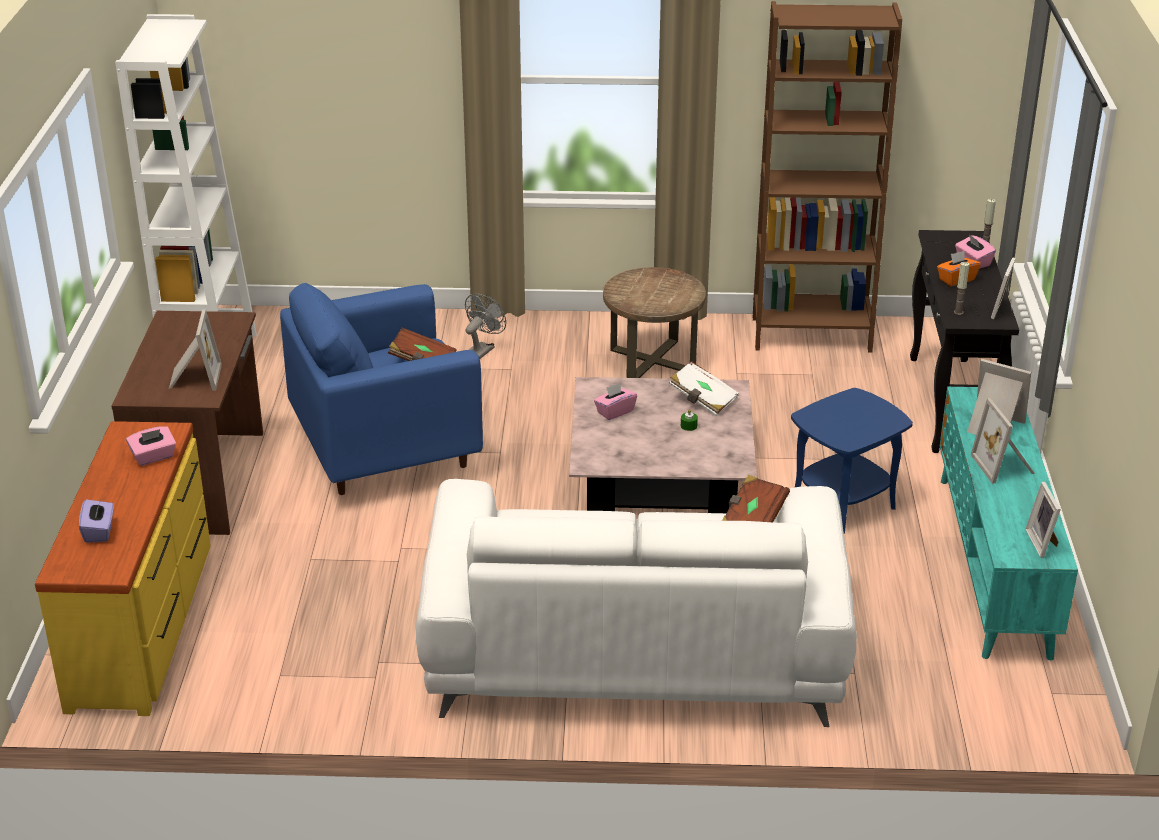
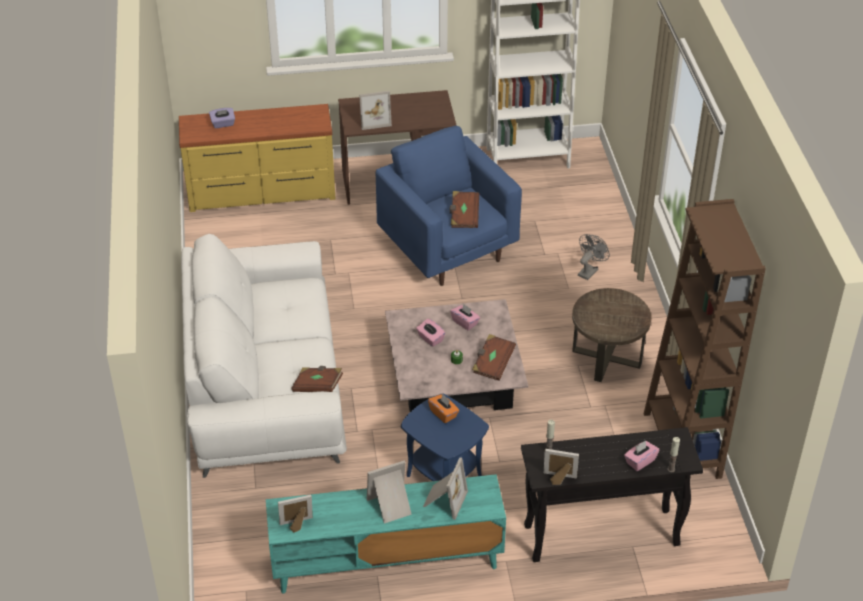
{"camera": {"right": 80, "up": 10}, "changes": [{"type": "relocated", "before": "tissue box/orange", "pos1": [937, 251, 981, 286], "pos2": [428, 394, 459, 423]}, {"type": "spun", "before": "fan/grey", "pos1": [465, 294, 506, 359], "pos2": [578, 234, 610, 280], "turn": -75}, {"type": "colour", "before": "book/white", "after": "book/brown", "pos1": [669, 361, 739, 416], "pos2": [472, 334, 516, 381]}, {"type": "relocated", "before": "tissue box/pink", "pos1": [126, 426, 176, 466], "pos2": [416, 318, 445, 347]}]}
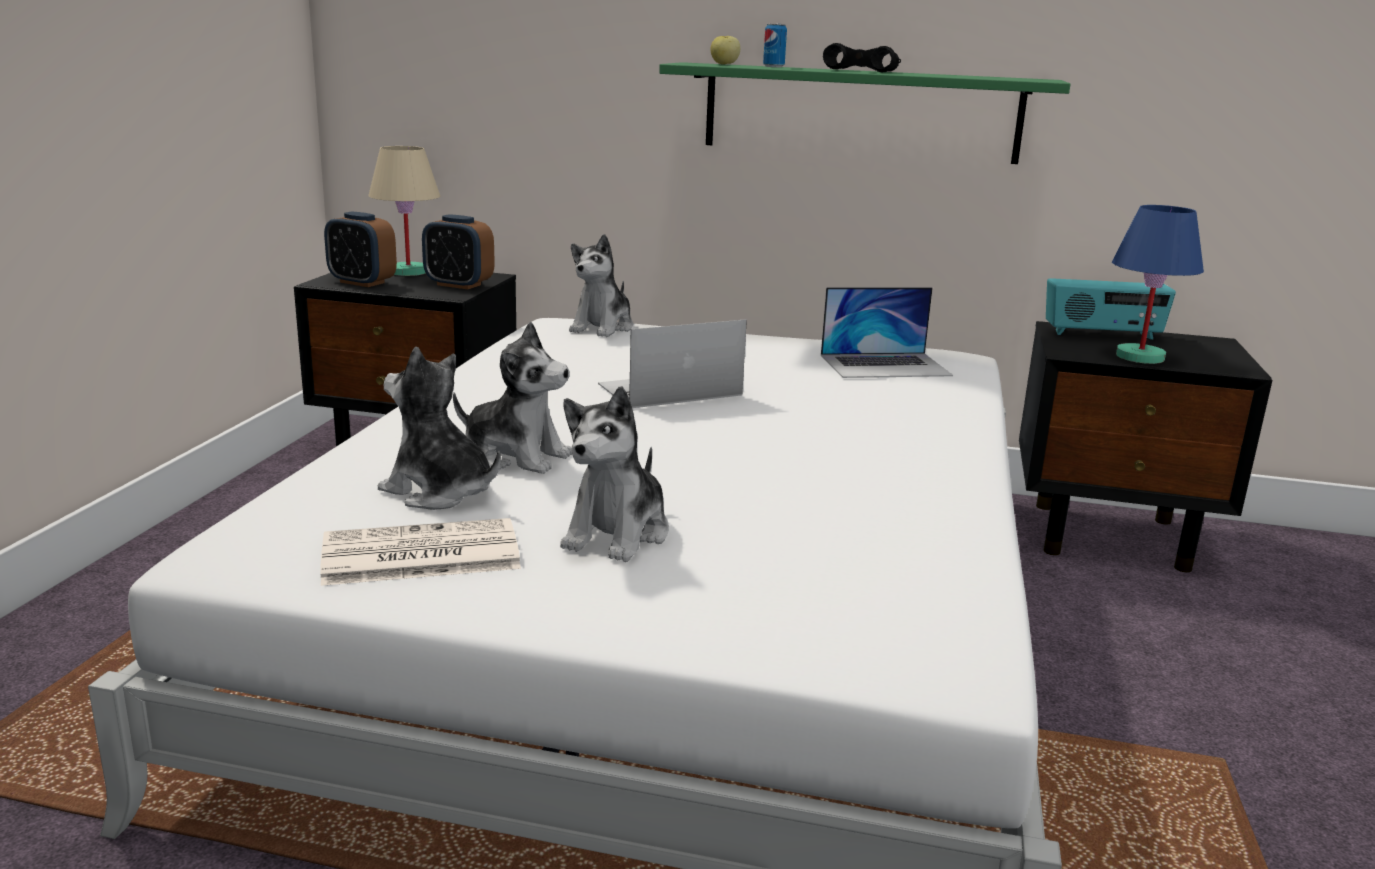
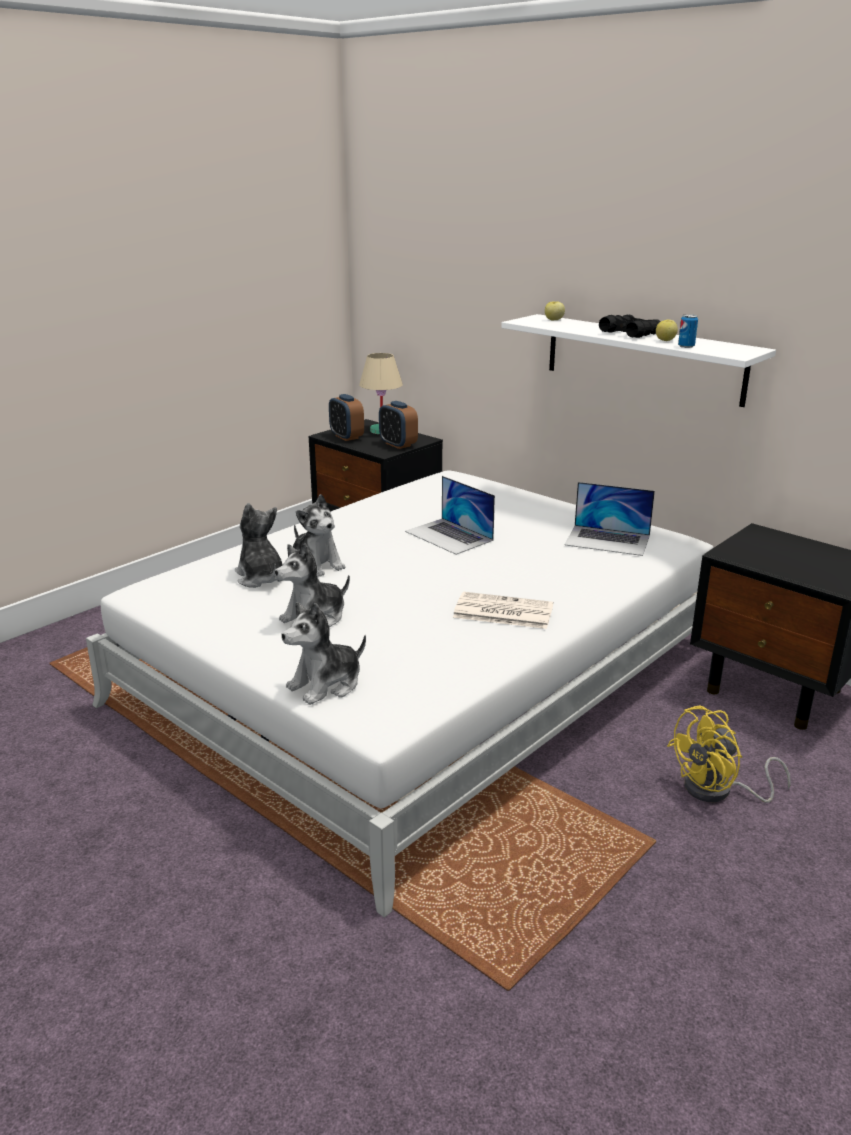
{"camera": {"right": 30, "up": 5}, "changes": [{"type": "relocated", "before": "can", "pos1": [763, 23, 787, 67], "pos2": [678, 314, 698, 348]}, {"type": "colour", "before": "shelf/green", "after": "shelf/white", "pos1": [659, 62, 1071, 164], "pos2": [501, 314, 776, 407]}, {"type": "missing", "before": "table lamp/blue", "pos1": [1112, 205, 1204, 364]}, {"type": "relocated", "before": "plush toy", "pos1": [569, 234, 633, 337], "pos2": [281, 602, 366, 705]}, {"type": "missing", "before": "radio", "pos1": [1046, 278, 1176, 340]}, {"type": "spun", "before": "laptop", "pos1": [598, 319, 747, 408], "pos2": [405, 476, 495, 555], "turn": -135}, {"type": "relocated", "before": "newspaper", "pos1": [320, 518, 521, 586], "pos2": [453, 592, 553, 629]}, {"type": "appeared", "after": "apple", "pos2": [656, 320, 678, 341]}, {"type": "appeared", "after": "fan/yellow", "pos2": [667, 705, 791, 803]}]}
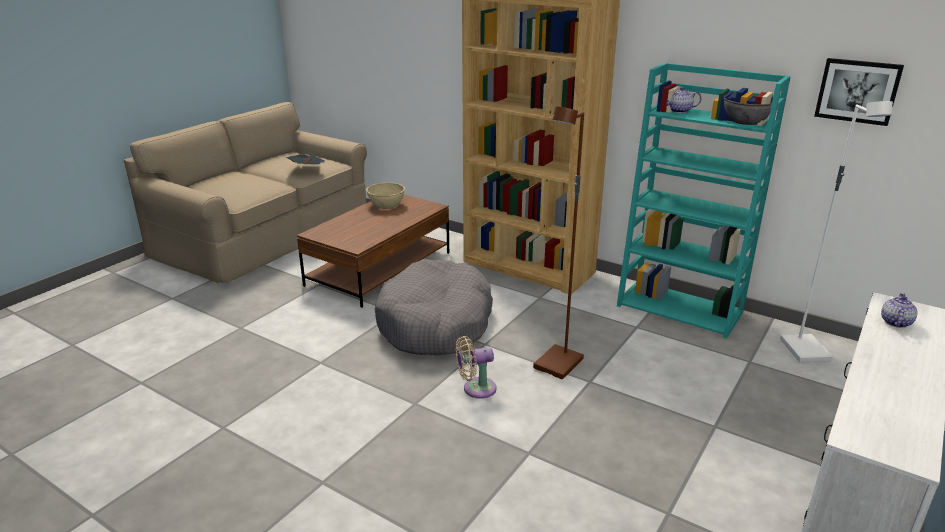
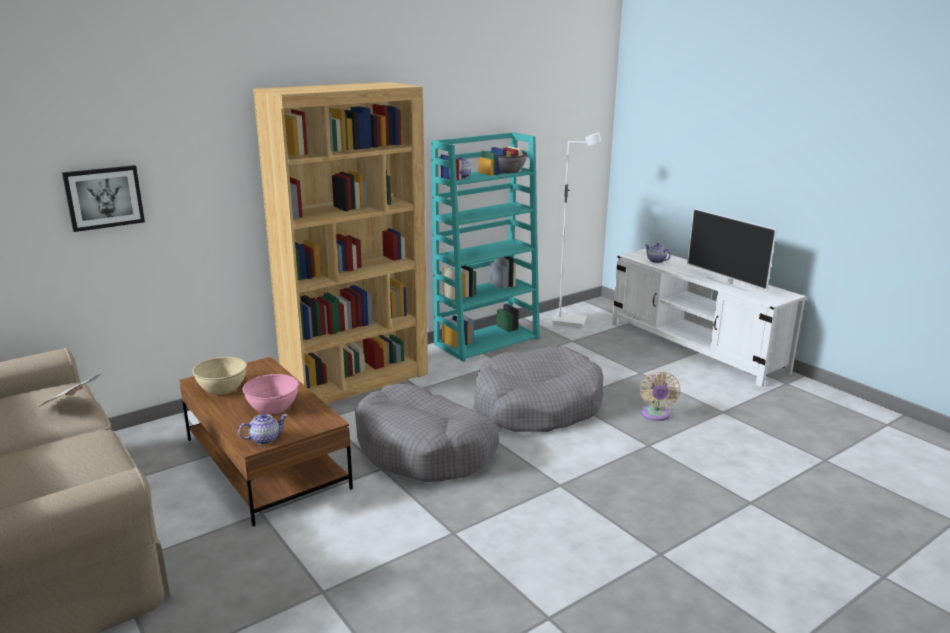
{"camera": {"right": -70, "up": -5}, "changes": [{"type": "relocated", "before": "picture", "pos1": [814, 58, 904, 126], "pos2": [62, 165, 145, 232]}, {"type": "exchanged", "before": "floor lamp/brown", "after": "dog bed/grey", "pos1": [533, 106, 584, 379], "pos2": [474, 346, 604, 432]}, {"type": "relocated", "before": "fan/beige", "pos1": [456, 336, 497, 399], "pos2": [640, 371, 680, 421]}, {"type": "appeared", "after": "television", "pos2": [687, 208, 777, 291]}, {"type": "appeared", "after": "bowl/pink", "pos2": [243, 374, 299, 415]}, {"type": "appeared", "after": "teapot", "pos2": [238, 413, 288, 445]}]}
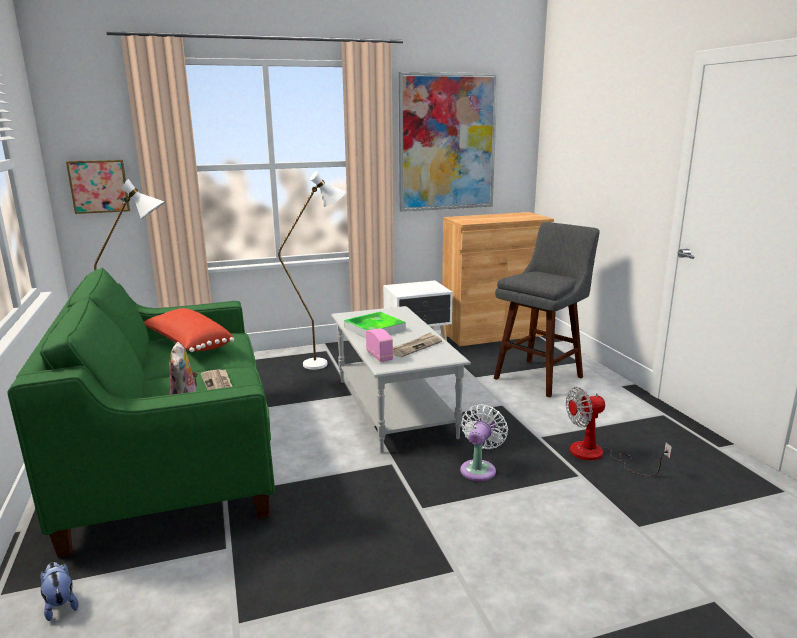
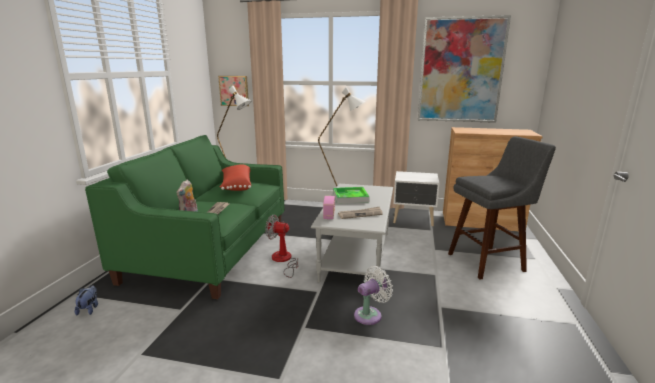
{"camera": {"right": 30, "up": 0}, "changes": [{"type": "relocated", "before": "fan", "pos1": [566, 387, 672, 476], "pos2": [265, 215, 299, 278]}]}
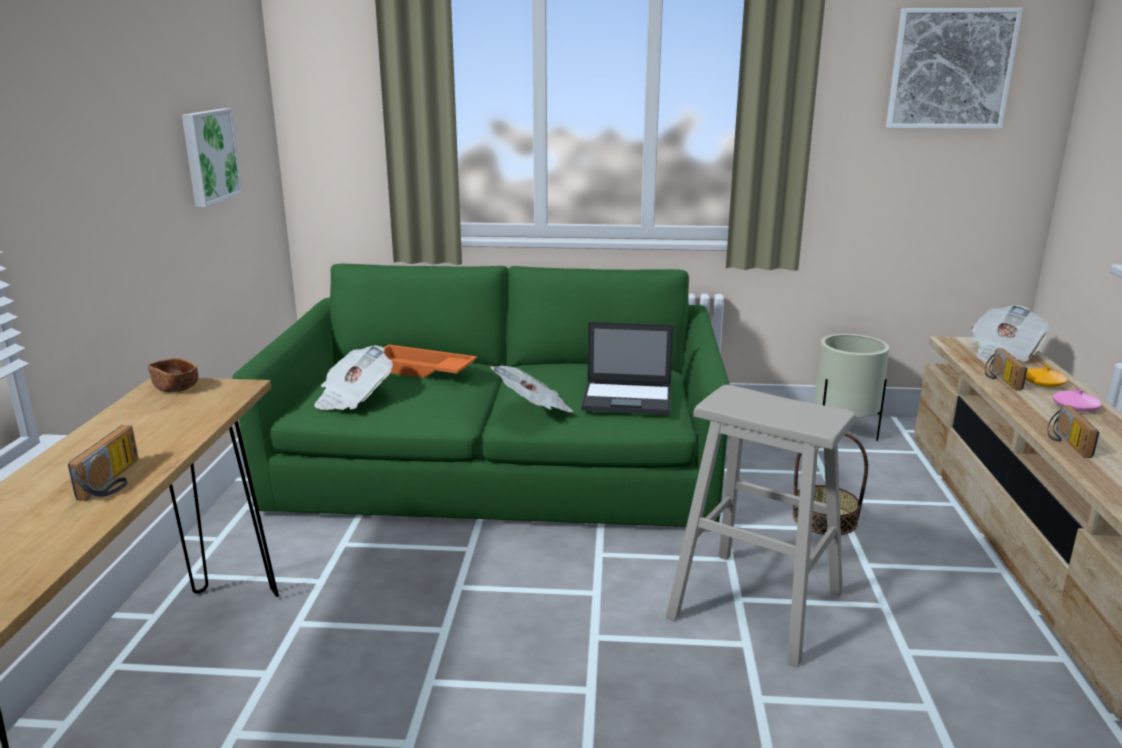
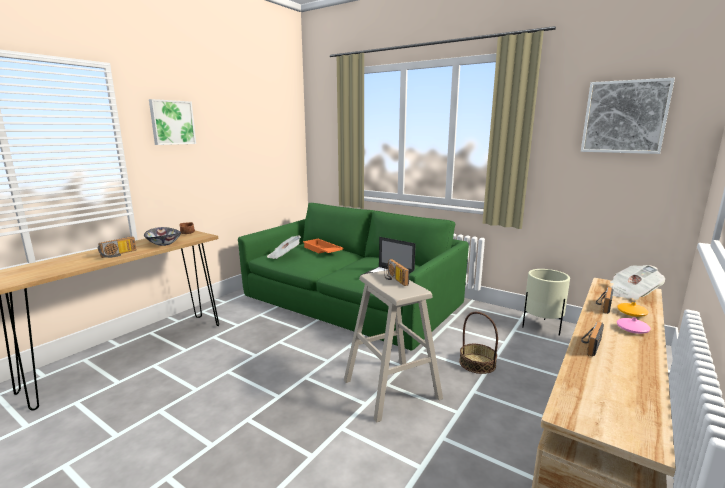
{"camera": {"right": 30, "up": -5}, "changes": [{"type": "relocated", "before": "picture", "pos1": [182, 109, 243, 207], "pos2": [149, 99, 196, 145]}, {"type": "missing", "before": "newspaper", "pos1": [490, 366, 574, 412]}, {"type": "appeared", "after": "bowl", "pos2": [144, 227, 181, 246]}, {"type": "appeared", "after": "radio", "pos2": [384, 259, 410, 286]}]}
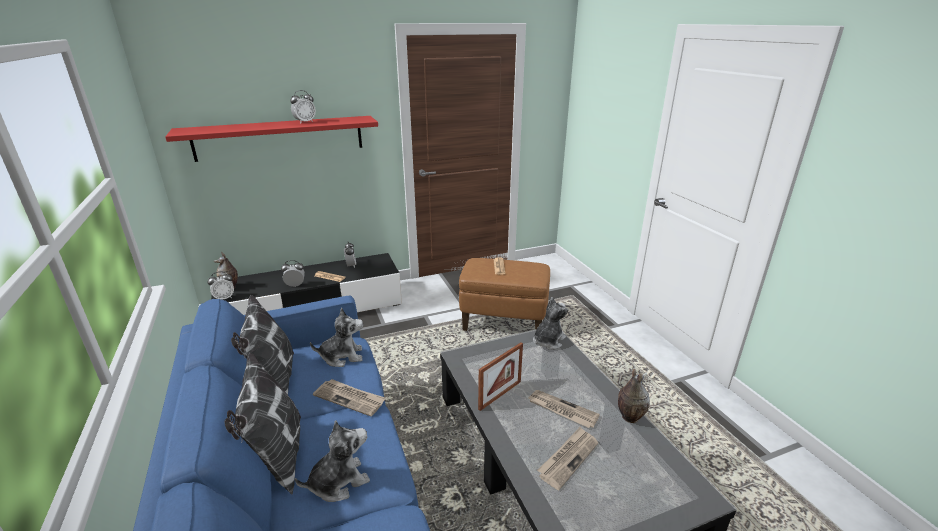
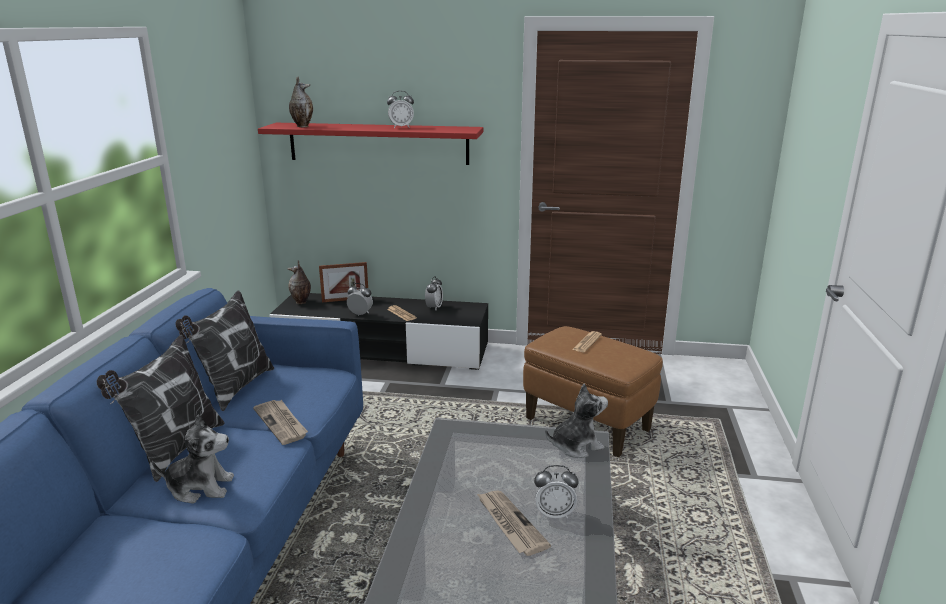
{"camera": {"right": 30, "up": -5}, "changes": [{"type": "relocated", "before": "alarm clock", "pos1": [207, 272, 234, 300], "pos2": [534, 465, 579, 519]}, {"type": "missing", "before": "plush toy", "pos1": [310, 308, 363, 367]}, {"type": "relocated", "before": "picture frame", "pos1": [478, 342, 523, 411], "pos2": [319, 262, 368, 302]}, {"type": "relocated", "before": "vase", "pos1": [618, 369, 650, 423], "pos2": [289, 77, 313, 127]}, {"type": "missing", "before": "newspaper", "pos1": [537, 427, 598, 490]}]}
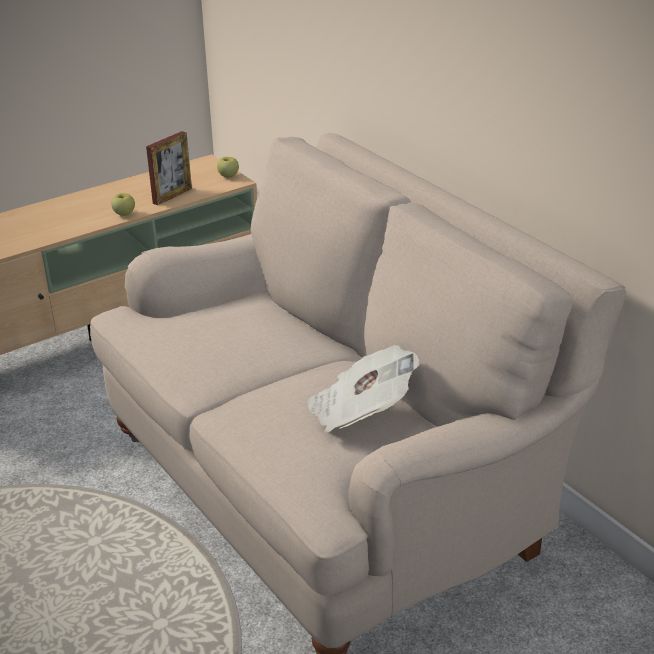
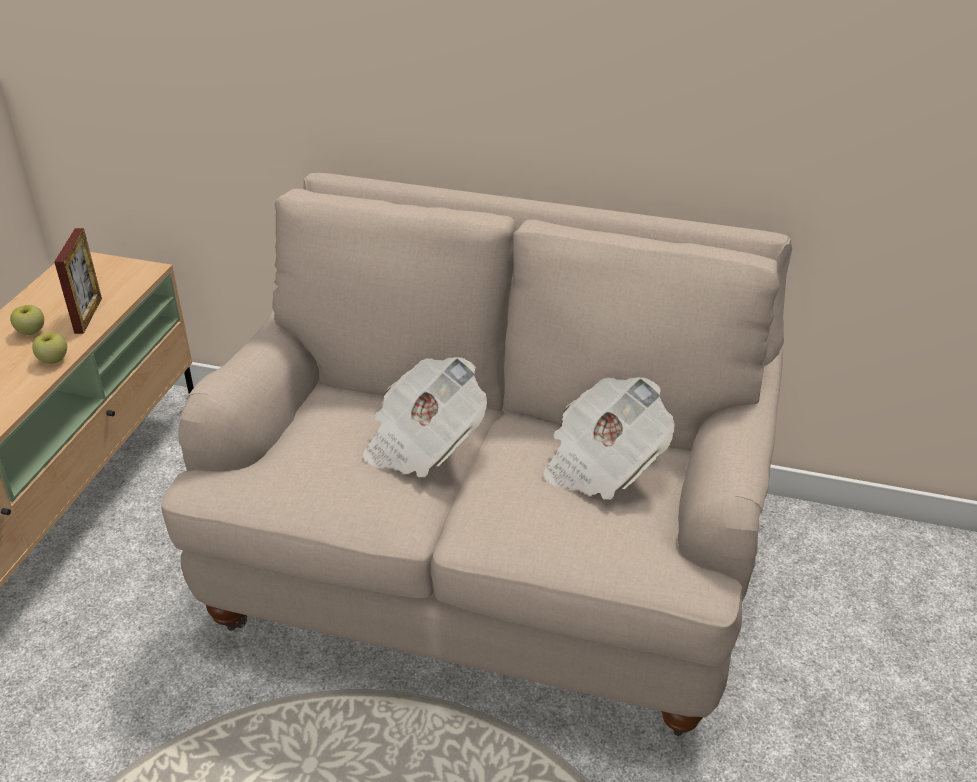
{"camera": {"right": -40, "up": 5}, "changes": [{"type": "relocated", "before": "apple", "pos1": [217, 157, 239, 178], "pos2": [10, 305, 44, 335]}, {"type": "appeared", "after": "newspaper", "pos2": [363, 357, 487, 477]}]}
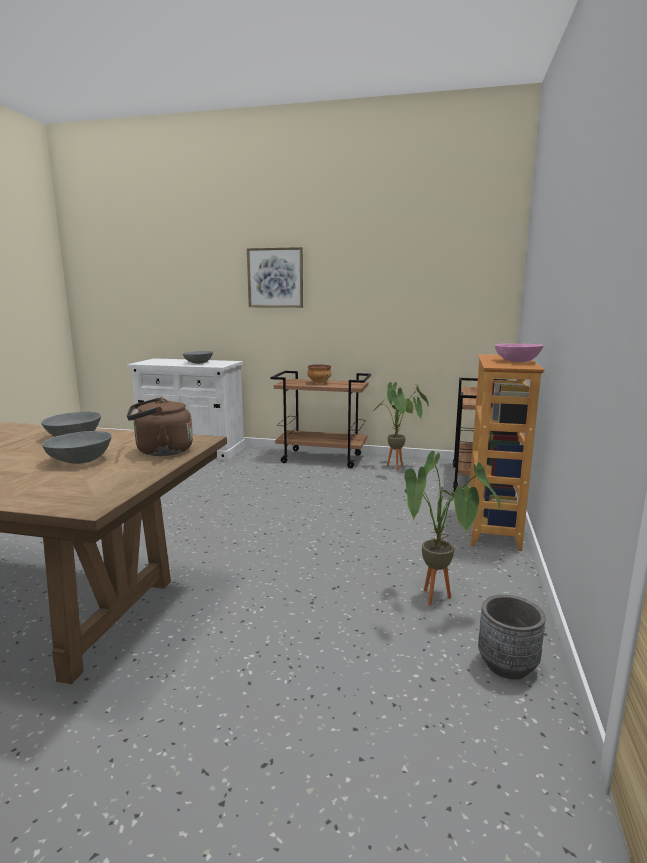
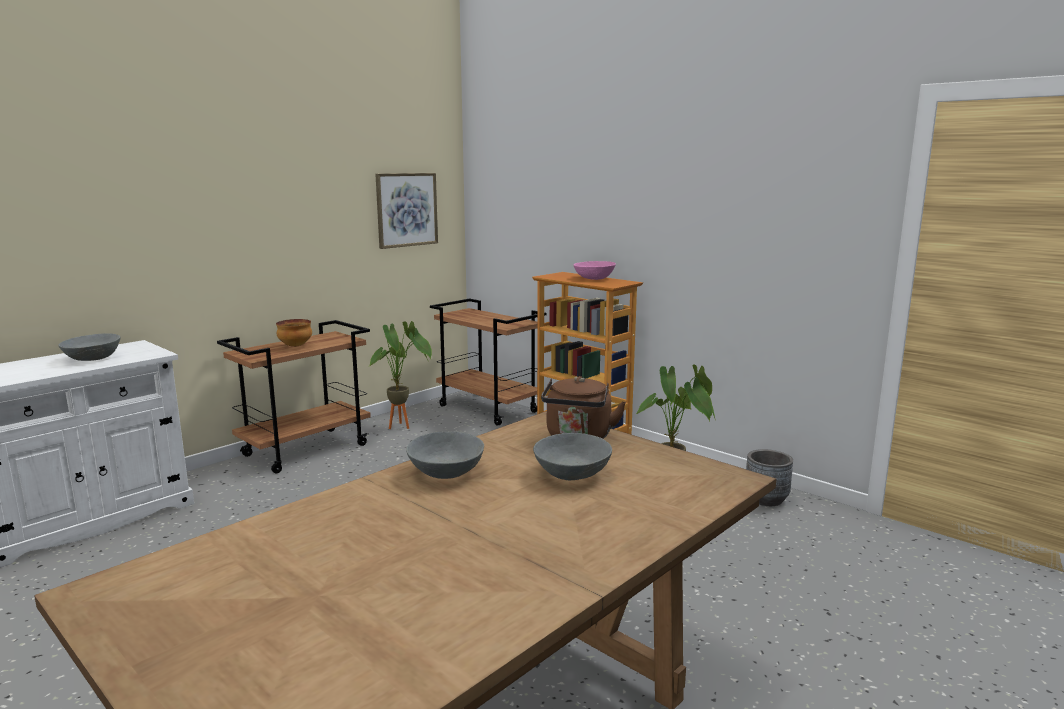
{"camera": {"right": -60, "up": 0}, "changes": [{"type": "relocated", "before": "picture", "pos1": [247, 247, 303, 308], "pos2": [375, 173, 438, 249]}]}
